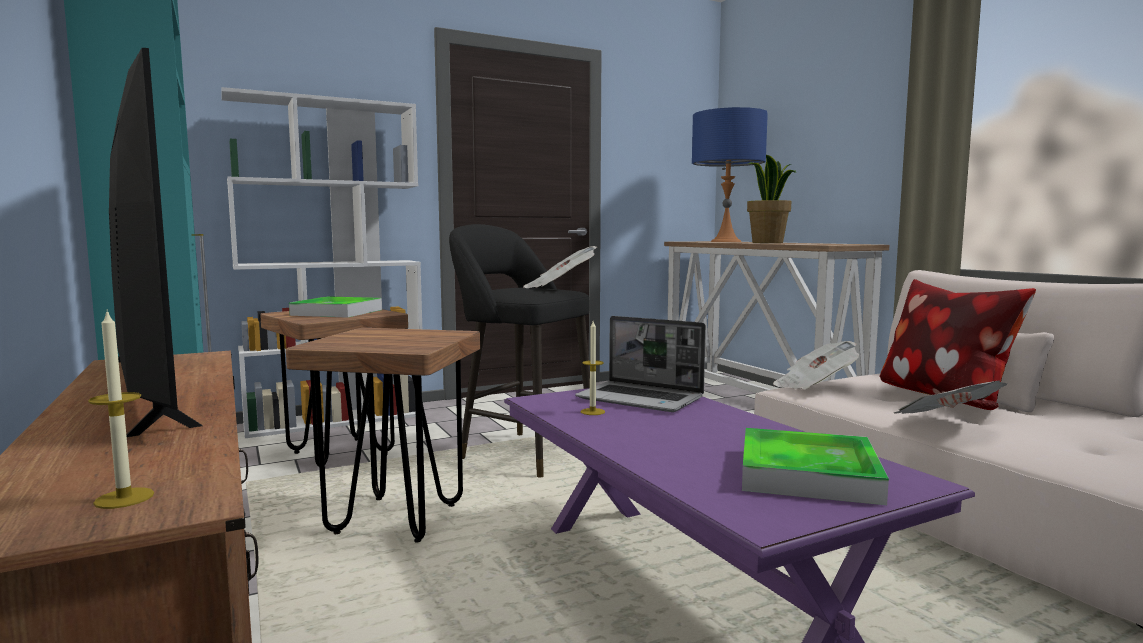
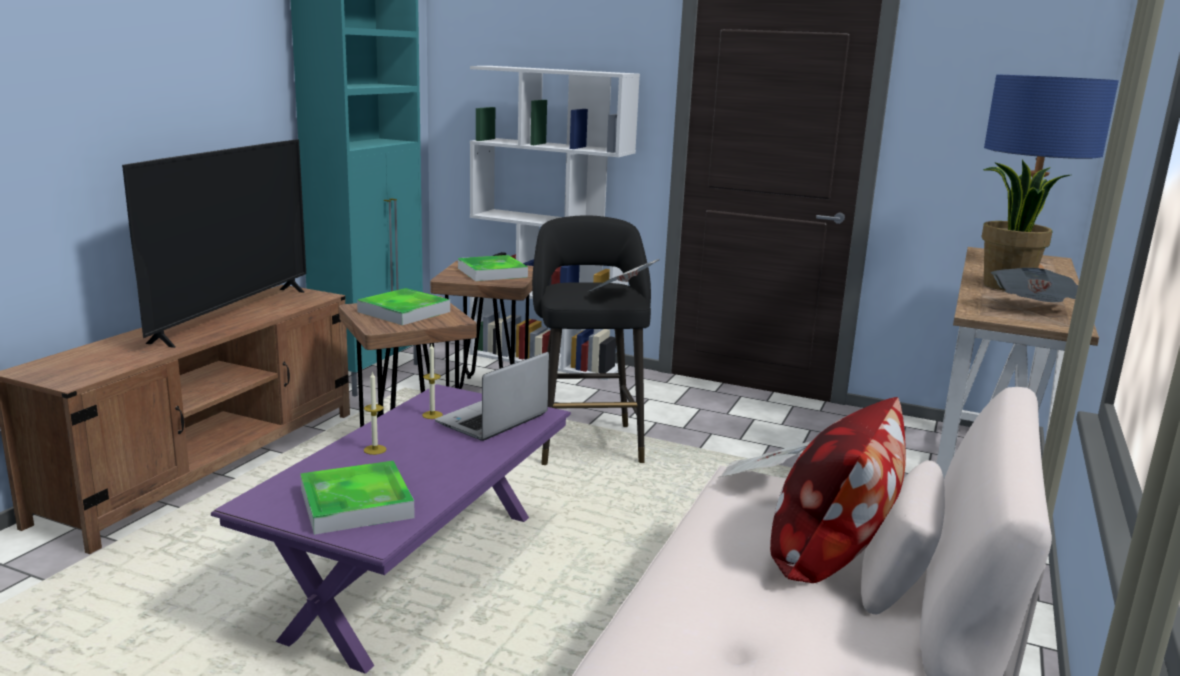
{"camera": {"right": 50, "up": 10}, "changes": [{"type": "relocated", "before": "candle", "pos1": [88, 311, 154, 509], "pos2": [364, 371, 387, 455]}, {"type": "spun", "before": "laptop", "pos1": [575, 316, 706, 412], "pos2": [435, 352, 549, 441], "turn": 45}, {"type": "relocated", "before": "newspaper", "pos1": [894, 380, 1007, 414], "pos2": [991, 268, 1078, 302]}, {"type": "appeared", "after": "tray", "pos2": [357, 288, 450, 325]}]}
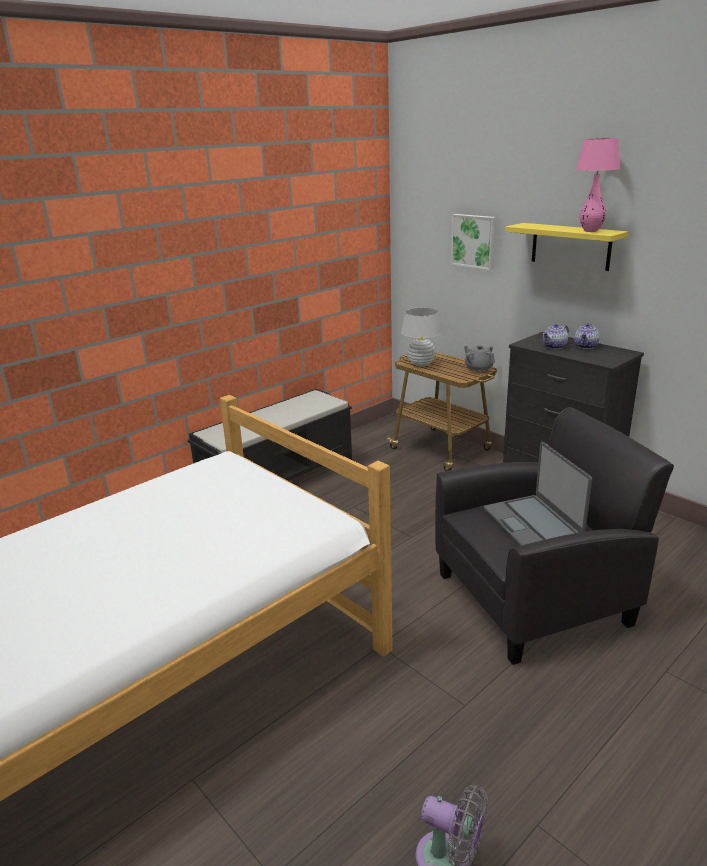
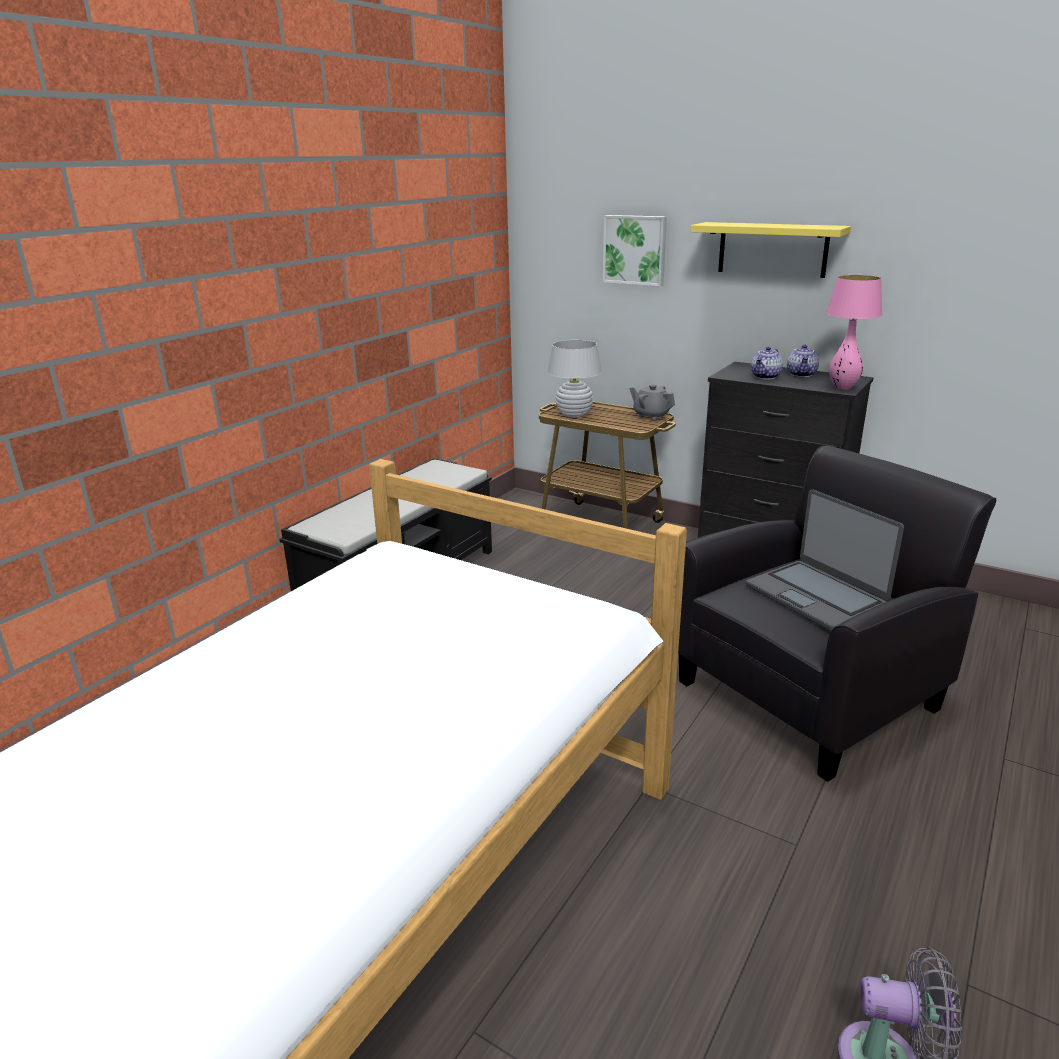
{"camera": {"right": -15, "up": 0}, "changes": [{"type": "relocated", "before": "table lamp/pink", "pos1": [576, 138, 620, 232], "pos2": [826, 275, 882, 390]}]}
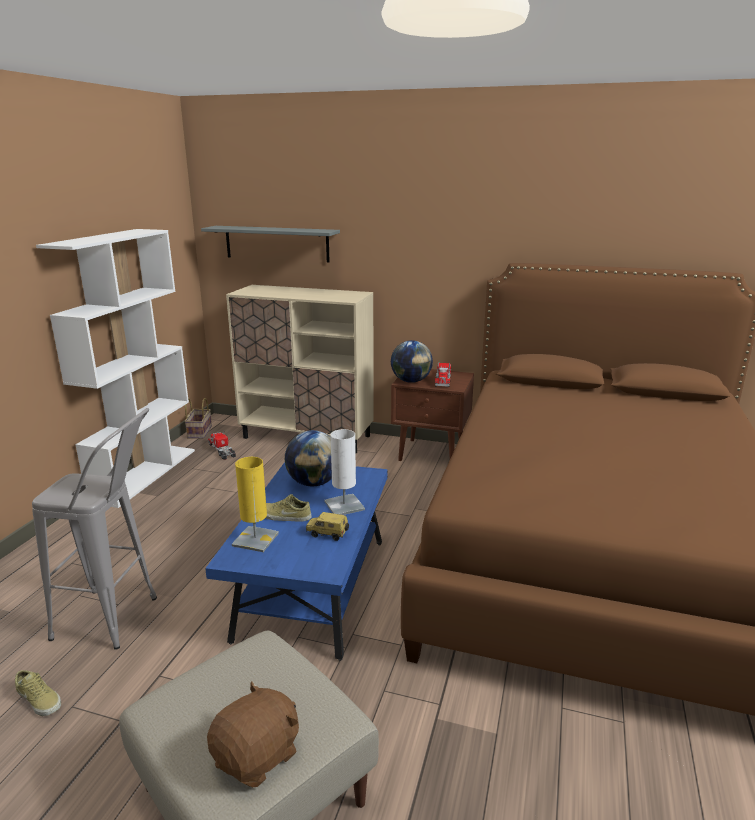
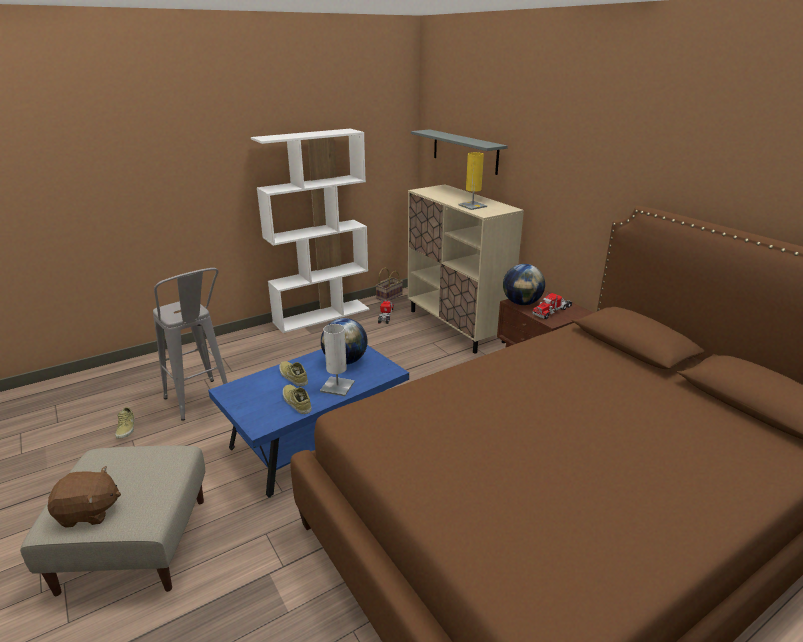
{"camera": {"right": 40, "up": 5}, "changes": [{"type": "relocated", "before": "table lamp/yellow", "pos1": [232, 457, 279, 552], "pos2": [458, 152, 487, 210]}, {"type": "exchanged", "before": "toy car", "after": "shoe/beige", "pos1": [306, 512, 349, 541], "pos2": [283, 385, 311, 414]}]}
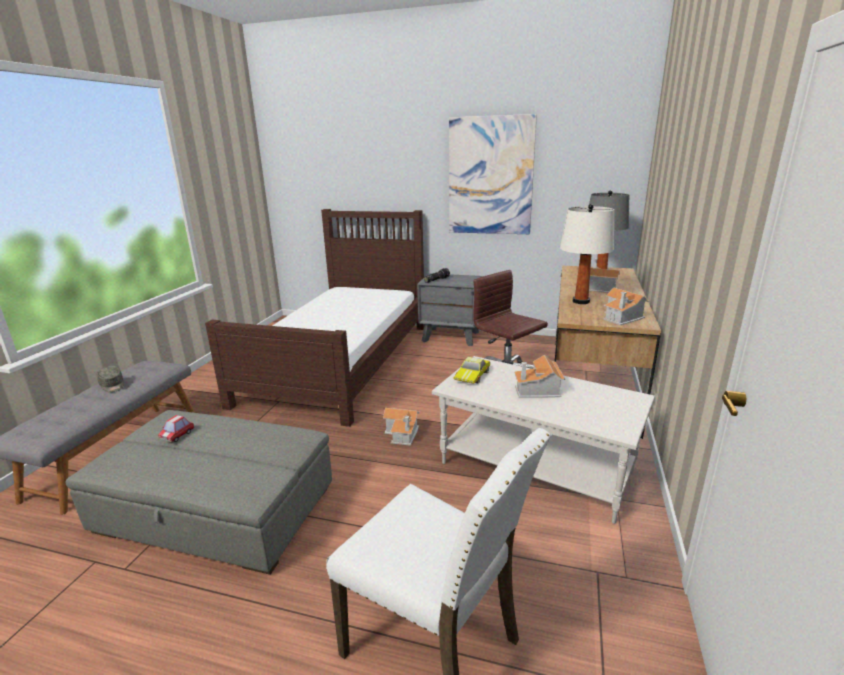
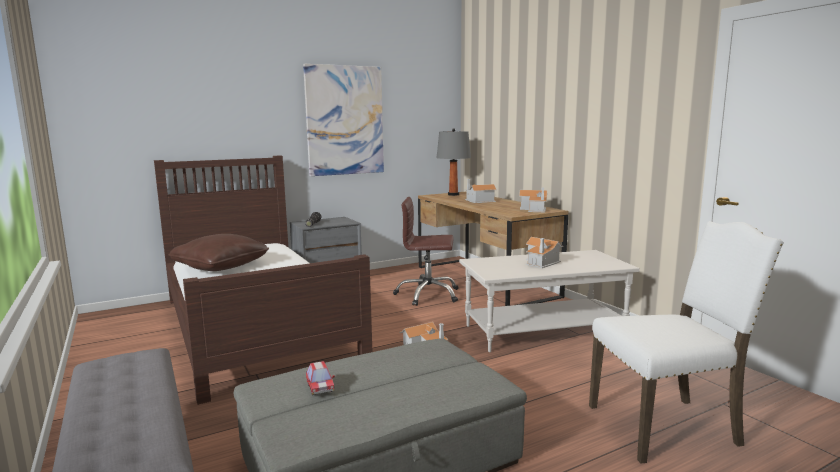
{"camera": {"right": -45, "up": -10}, "changes": [{"type": "missing", "before": "table lamp/white", "pos1": [560, 204, 614, 304]}, {"type": "missing", "before": "toy car", "pos1": [453, 357, 490, 384]}, {"type": "missing", "before": "cap/grey", "pos1": [97, 366, 124, 392]}, {"type": "appeared", "after": "pillow/brown", "pos2": [169, 234, 269, 271]}]}
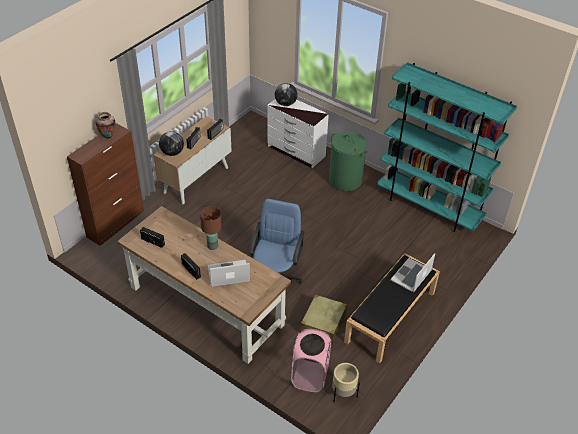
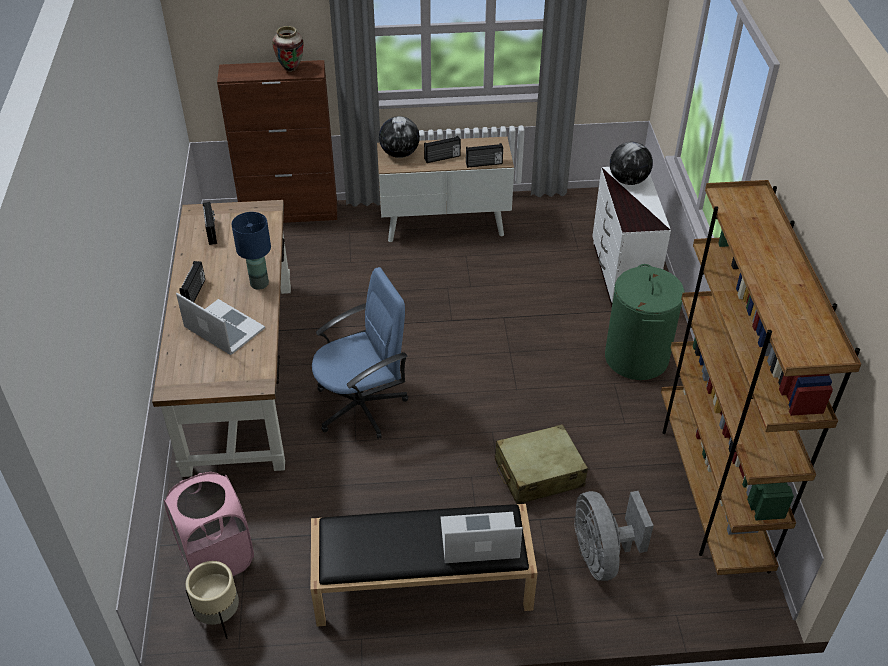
{"camera": {"right": 50, "up": 0}, "changes": [{"type": "colour", "before": "bookcase/turquoise", "after": "bookcase/brown", "pos1": [377, 62, 517, 232], "pos2": [661, 180, 861, 575]}, {"type": "colour", "before": "table lamp/brown", "after": "table lamp/blue", "pos1": [200, 206, 222, 250], "pos2": [232, 212, 271, 290]}, {"type": "relocated", "before": "suitcase/beige", "pos1": [300, 294, 347, 344], "pos2": [495, 424, 588, 504]}, {"type": "appeared", "after": "fan/grey", "pos2": [574, 491, 654, 581]}]}
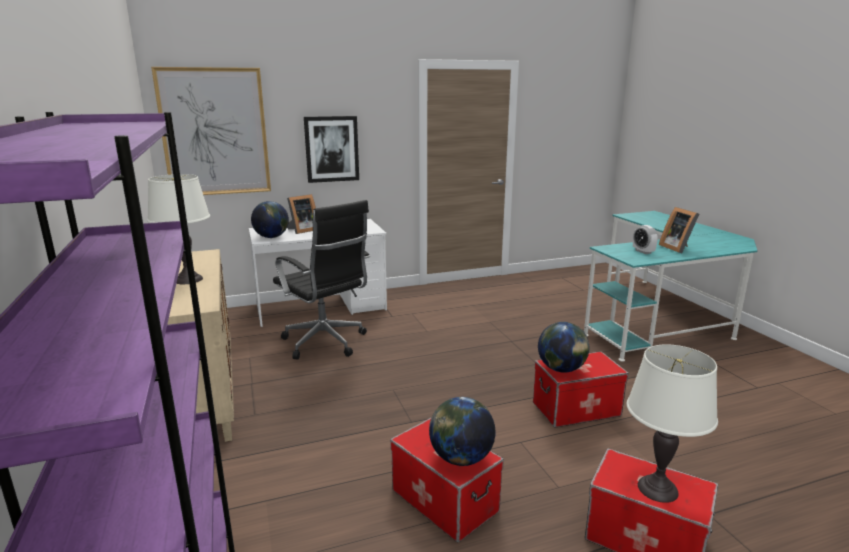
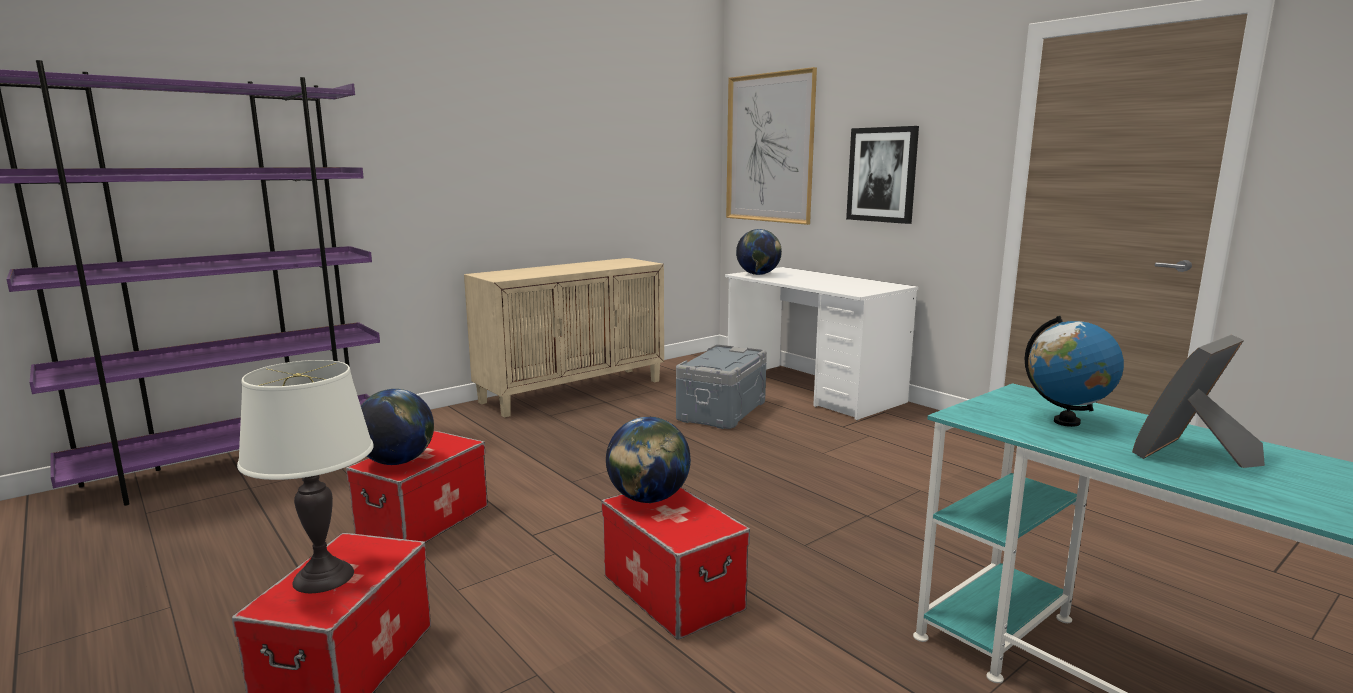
{"camera": {"right": 70, "up": -5}, "changes": [{"type": "missing", "before": "table lamp/white", "pos1": [147, 174, 210, 284]}, {"type": "missing", "before": "picture frame", "pos1": [287, 194, 316, 234]}, {"type": "exchanged", "before": "office chair/black", "after": "storage box/grey", "pos1": [273, 200, 370, 360], "pos2": [676, 344, 767, 429]}, {"type": "exchanged", "before": "alarm clock", "after": "globe", "pos1": [633, 225, 658, 254], "pos2": [1025, 316, 1124, 427]}]}
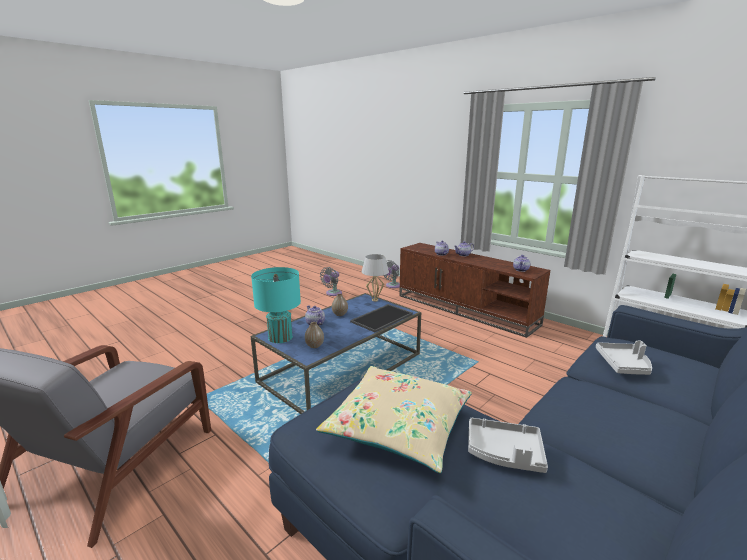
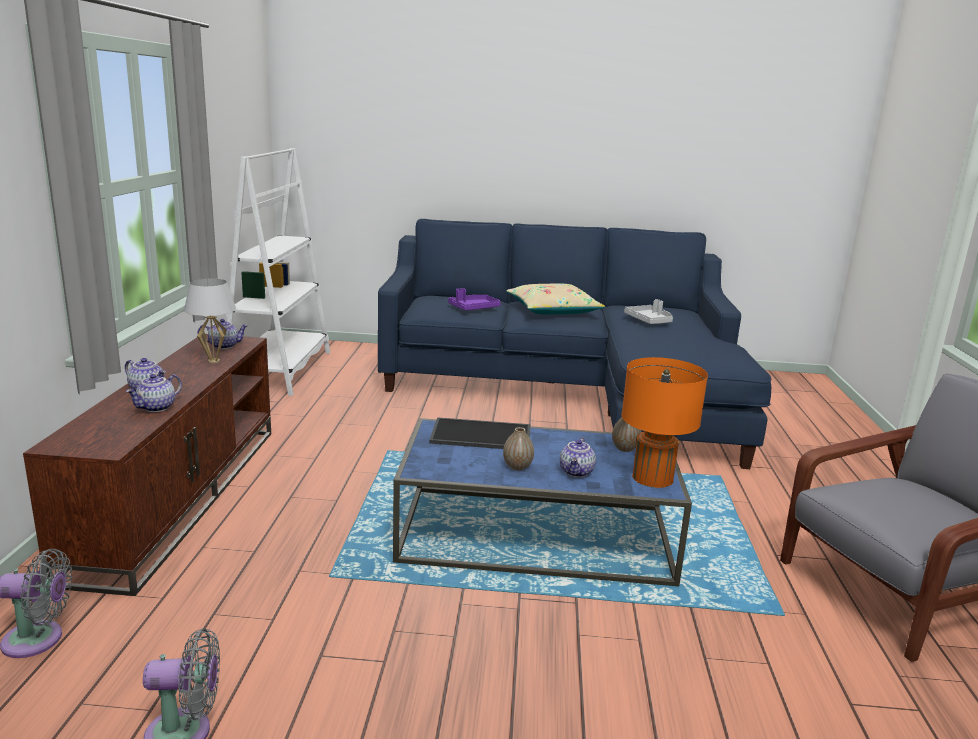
{"camera": {"right": -130, "up": 0}, "changes": [{"type": "relocated", "before": "table lamp/white", "pos1": [361, 254, 389, 302], "pos2": [184, 278, 236, 363]}, {"type": "colour", "before": "table lamp/turquoise", "after": "table lamp/orange", "pos1": [251, 267, 301, 343], "pos2": [621, 357, 708, 488]}, {"type": "colour", "before": "tray/grey", "after": "tray/purple", "pos1": [596, 340, 652, 375], "pos2": [448, 288, 501, 310]}, {"type": "relocated", "before": "pillow/beige", "pos1": [316, 366, 472, 473], "pos2": [506, 284, 605, 315]}]}
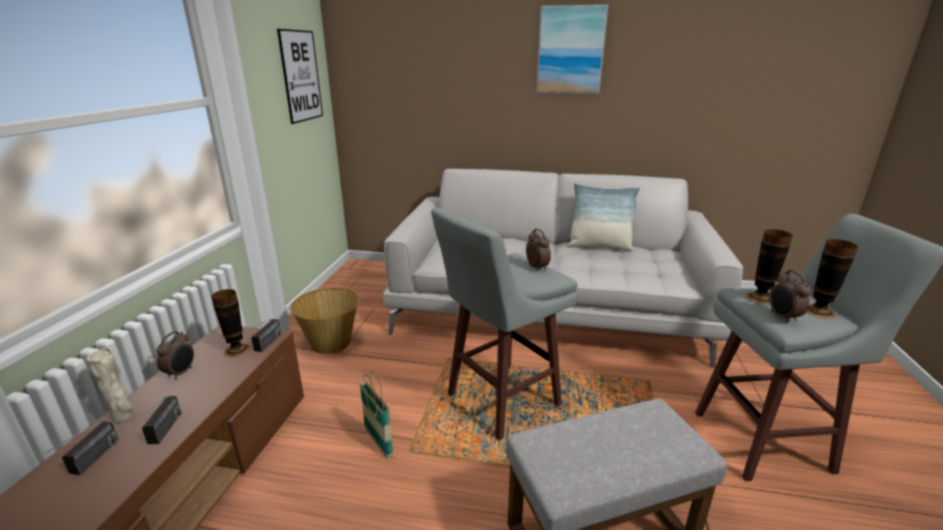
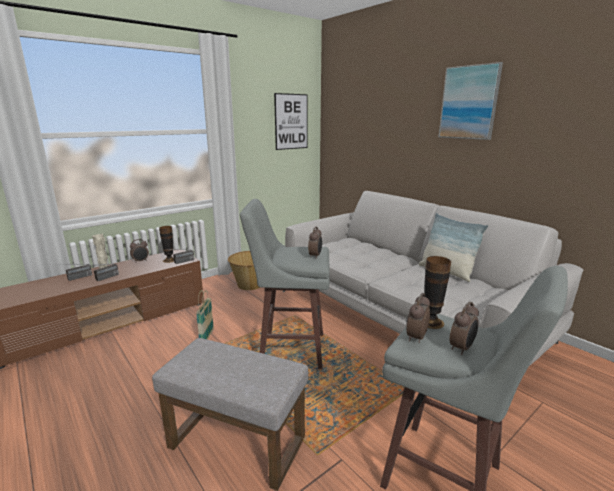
{"camera": {"right": 40, "up": -5}, "changes": [{"type": "exchanged", "before": "vase", "after": "alarm clock", "pos1": [806, 239, 858, 319], "pos2": [449, 302, 479, 355]}]}
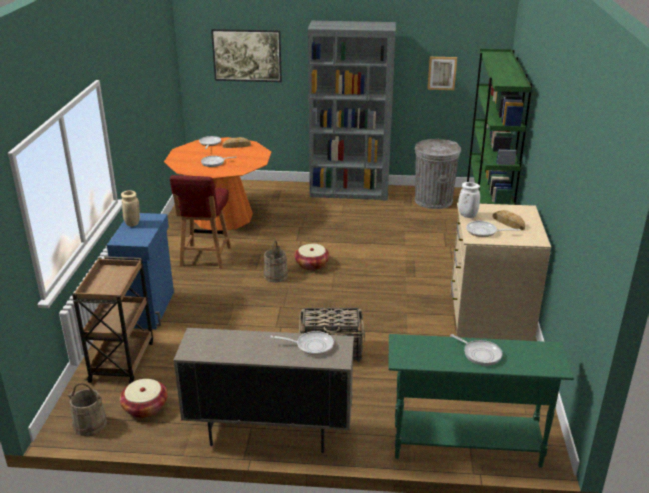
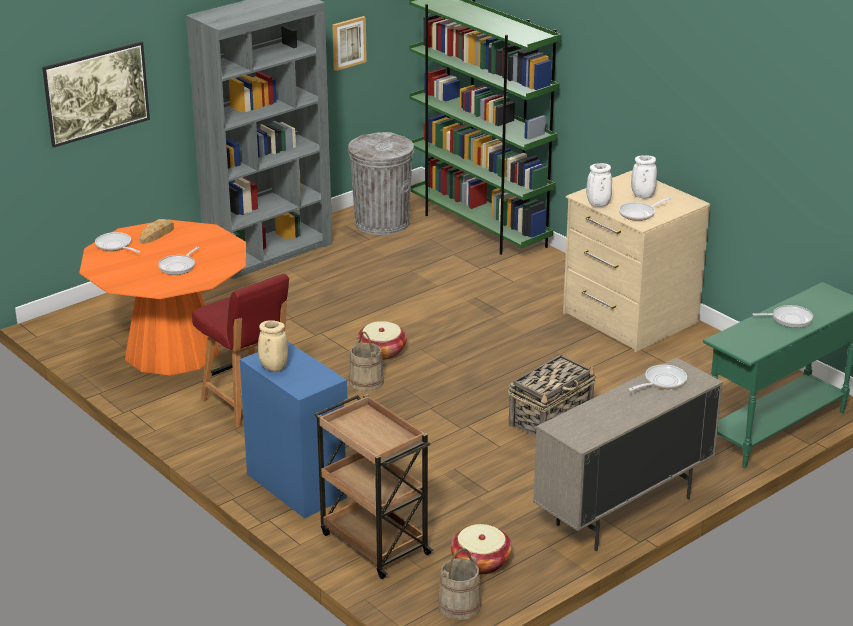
{"camera": {"right": -45, "up": 0}, "changes": [{"type": "exchanged", "before": "bread", "after": "vase/white", "pos1": [493, 210, 525, 230], "pos2": [631, 155, 657, 199]}]}
